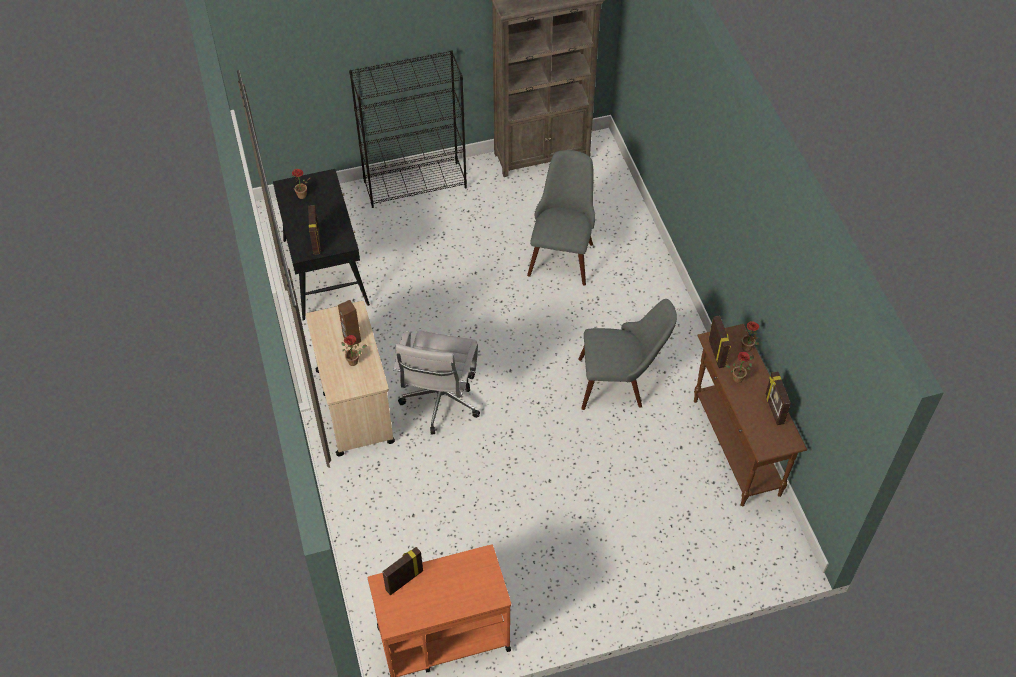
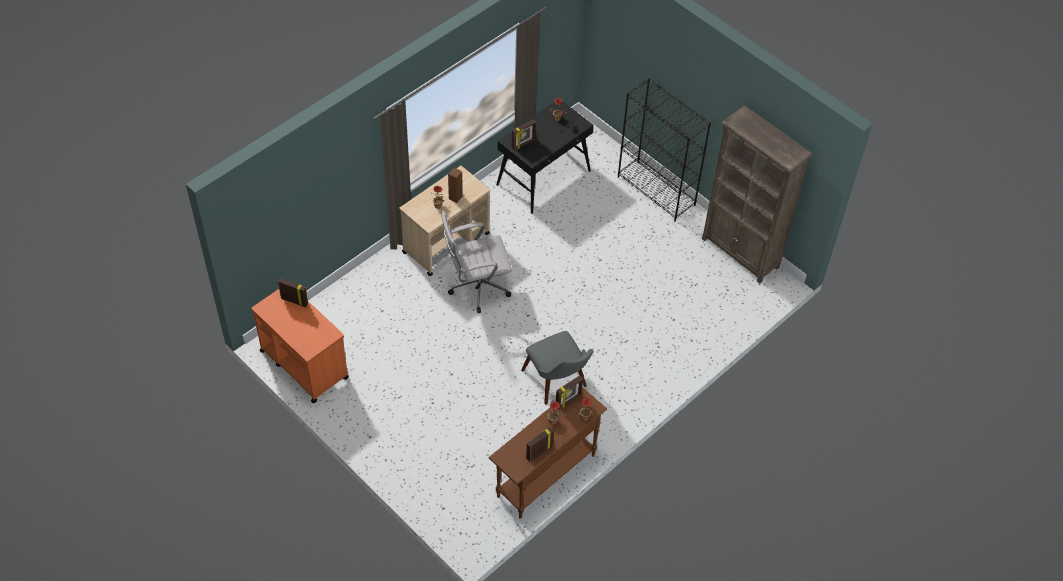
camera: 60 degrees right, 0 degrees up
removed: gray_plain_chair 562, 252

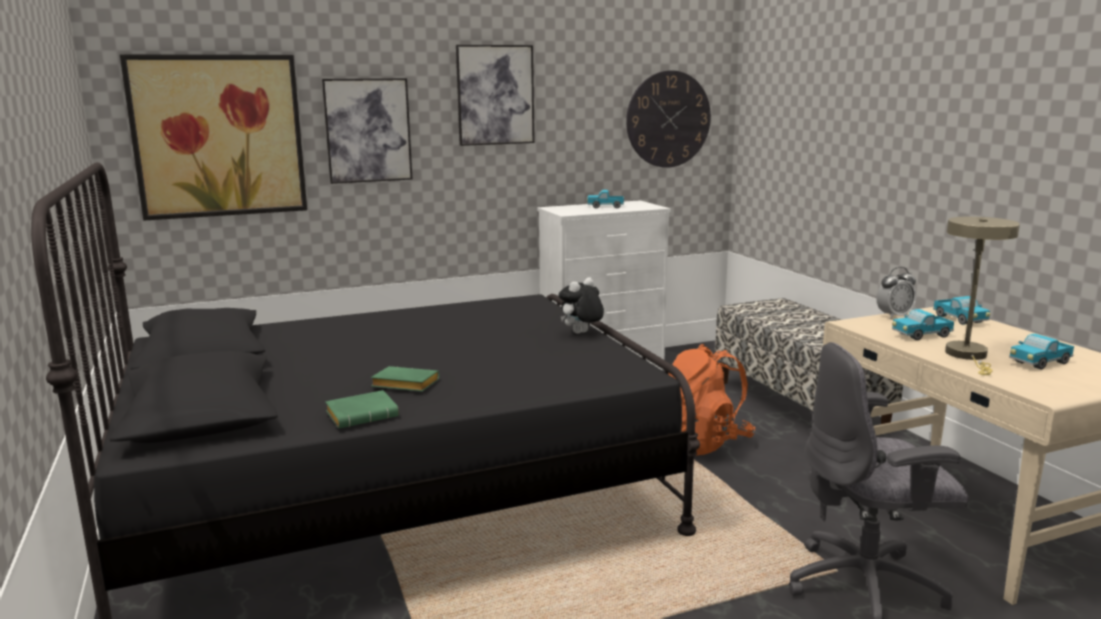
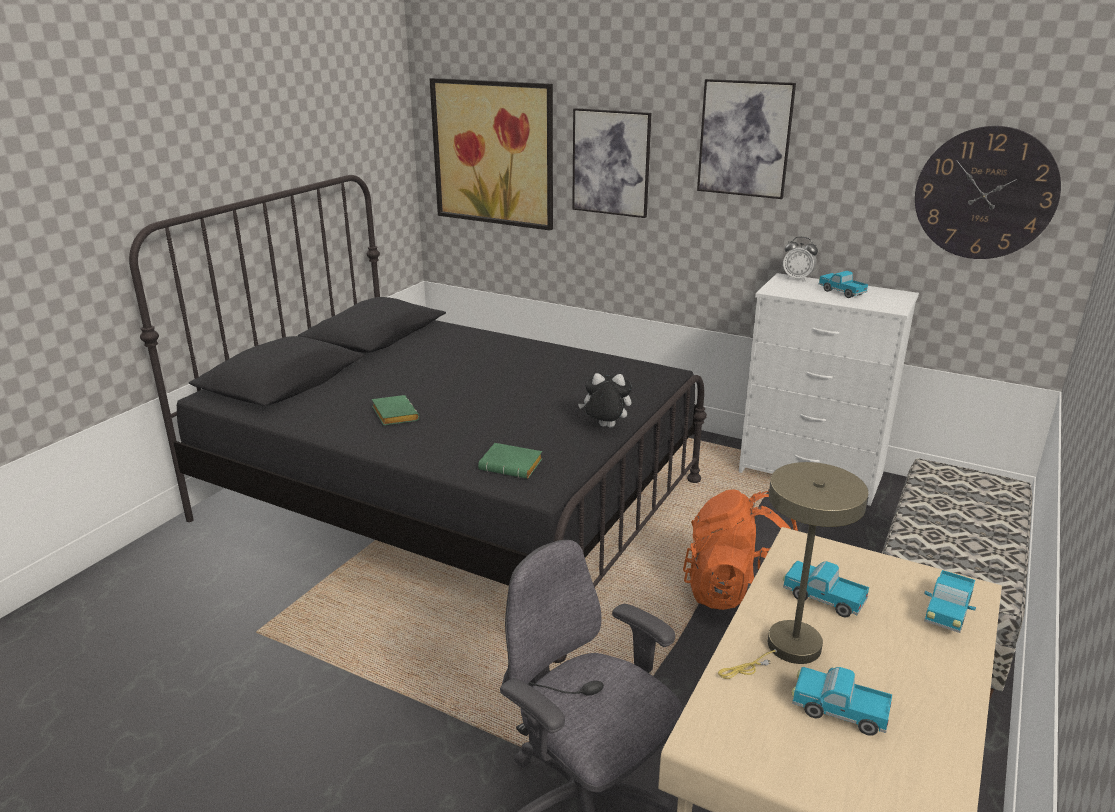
camera: 50 degrees right, 10 degrees up
moved: bedside_clock 894, 316 to 797, 279; greenish_bound_book 363, 415 to 513, 465

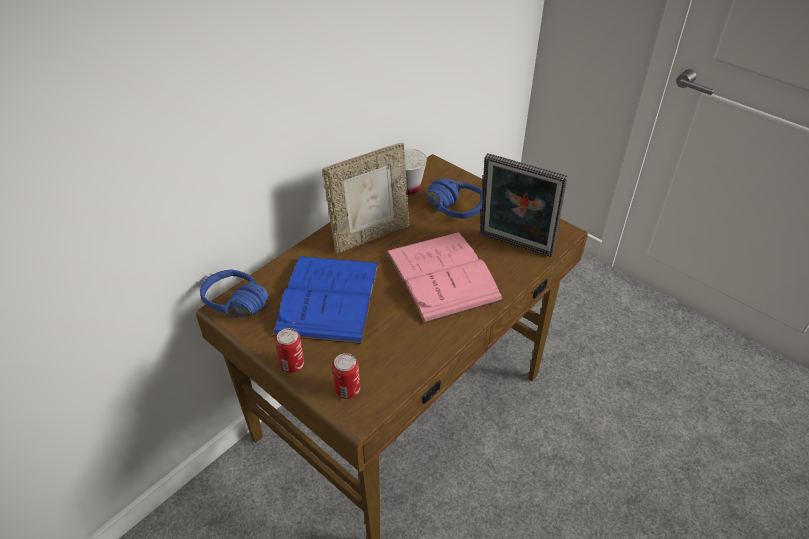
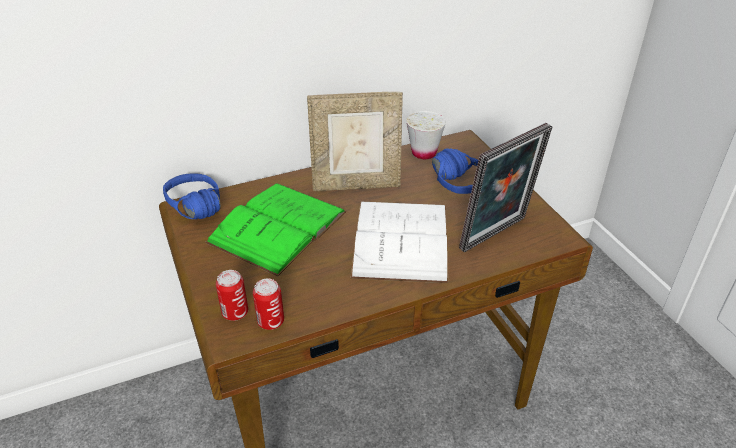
camera: 25 degrees right, 5 degrees down
moved: sealed_can 292, 364 to 271, 321
recoloured: pink_bound_book 442, 275 to white_bound_book 401, 240; blue_bound_book 328, 298 to greenish_bound_book 277, 227
turned: photo_frame 514, 246 = 496, 236 90 degrees counterclockwise

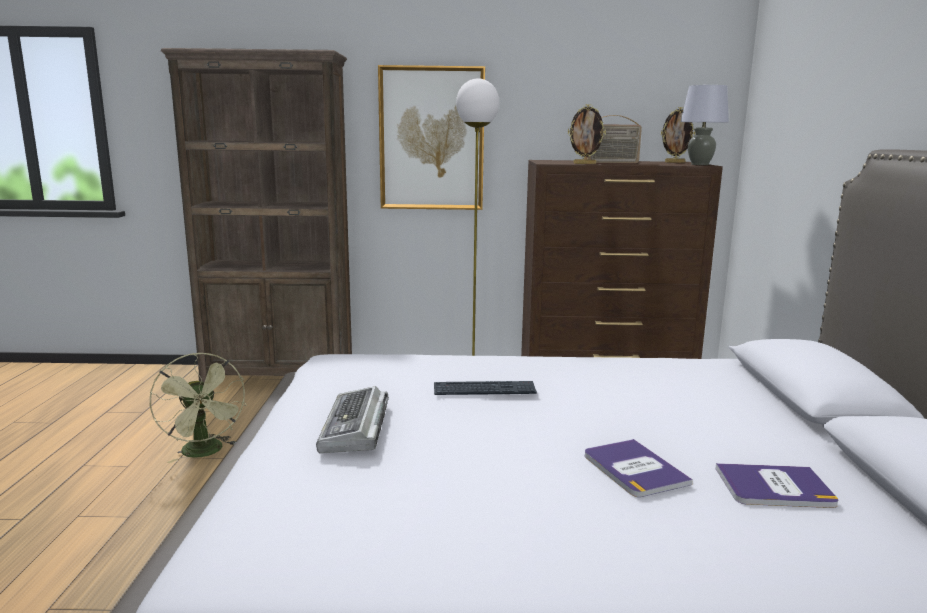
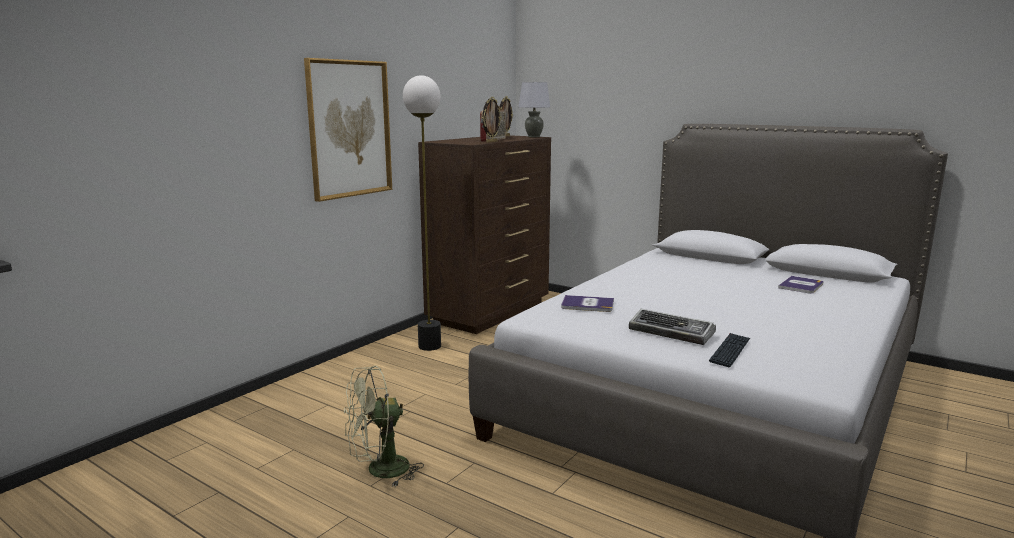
camera: 55 degrees left, 0 degrees up
removed: brown-coloured_bookshelf 280, 377
moved: PC_keyboard 484, 390 to 730, 351; bound_book 634, 469 to 587, 304
turned: greenish_cooling_fan 206, 452 = 379, 471 150 degrees clockwise

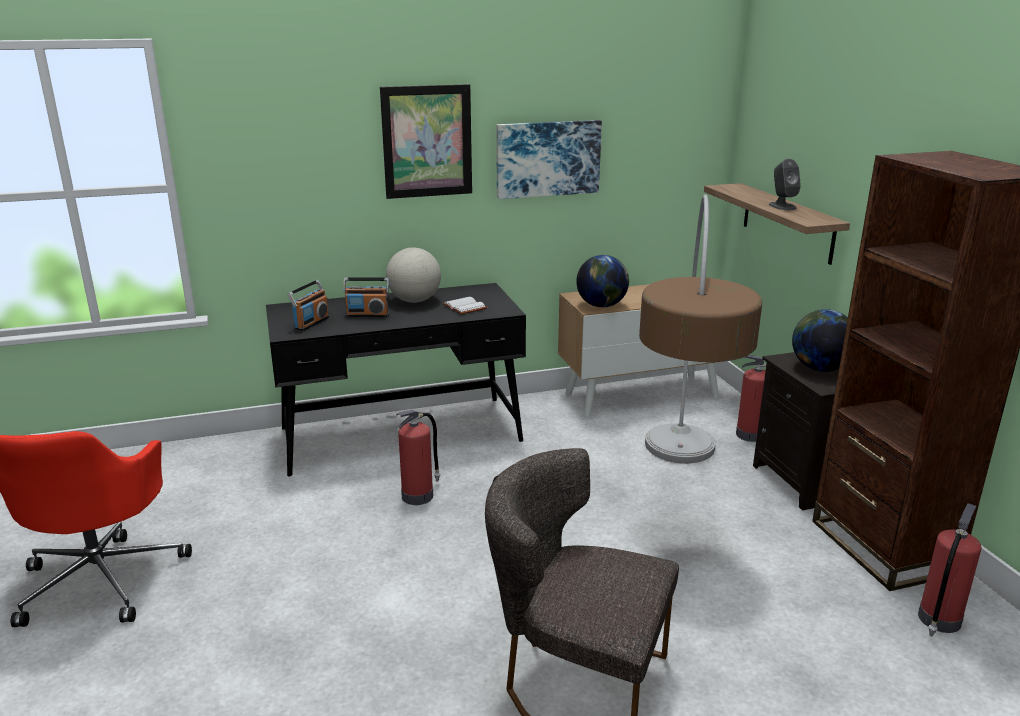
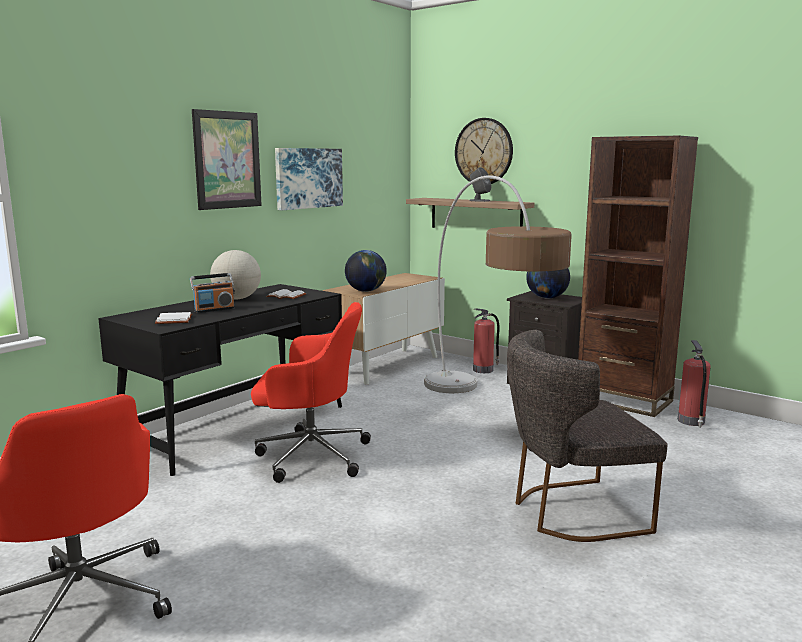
camera: 35 degrees left, 10 degrees down
added: hanging_clock 484, 151
replaced: radio_set 311, 323 to white_bound_book 173, 320; fire-fighting_cylinder 419, 495 to red_computer_chair 310, 455

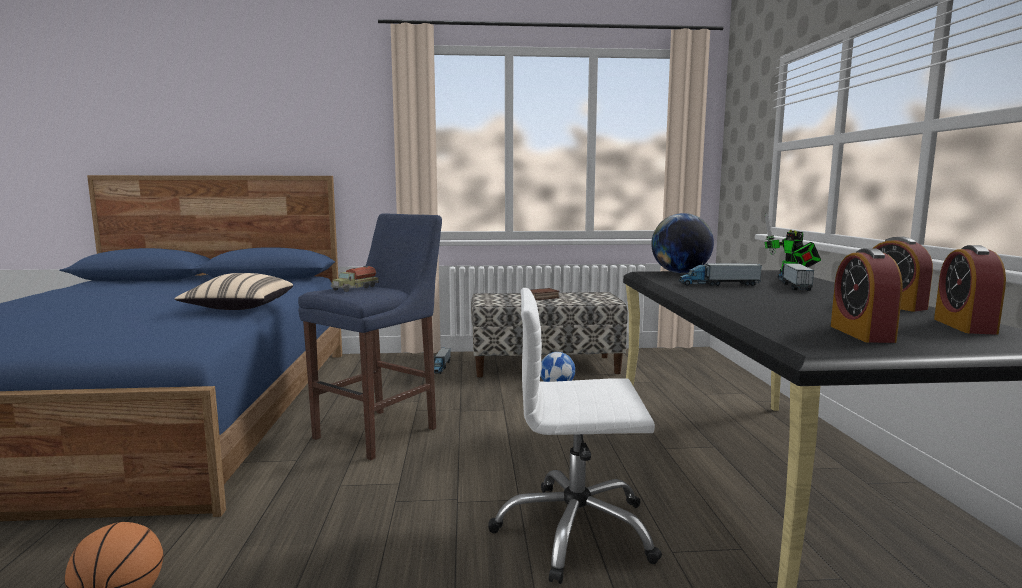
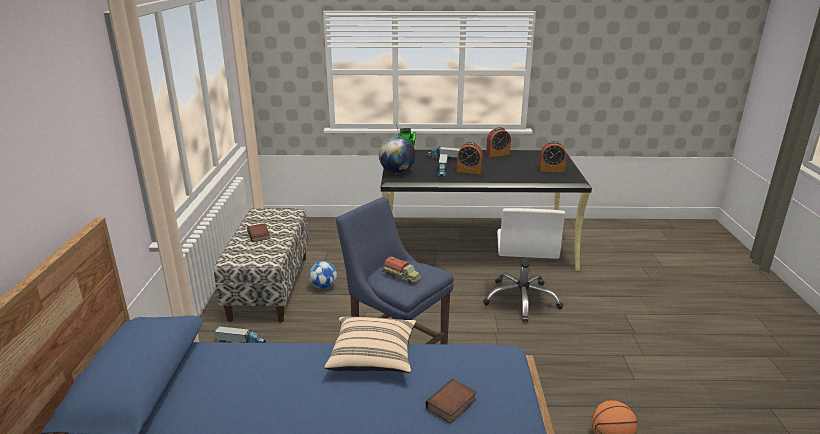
camera: 85 degrees left, 15 degrees up
added: bound_book 452, 405
moved: bedside_clock 964, 326 to 469, 171

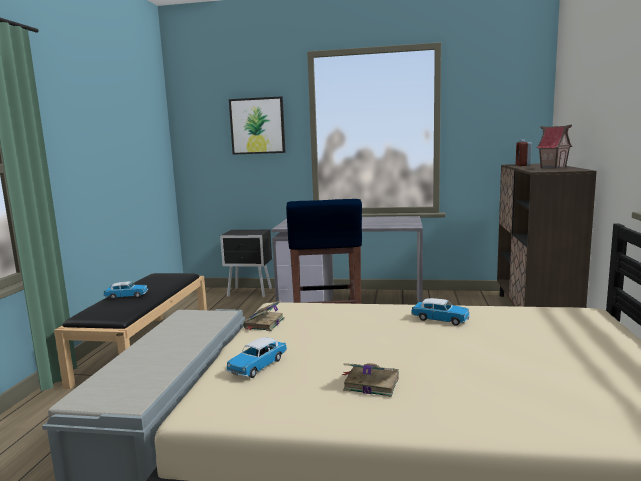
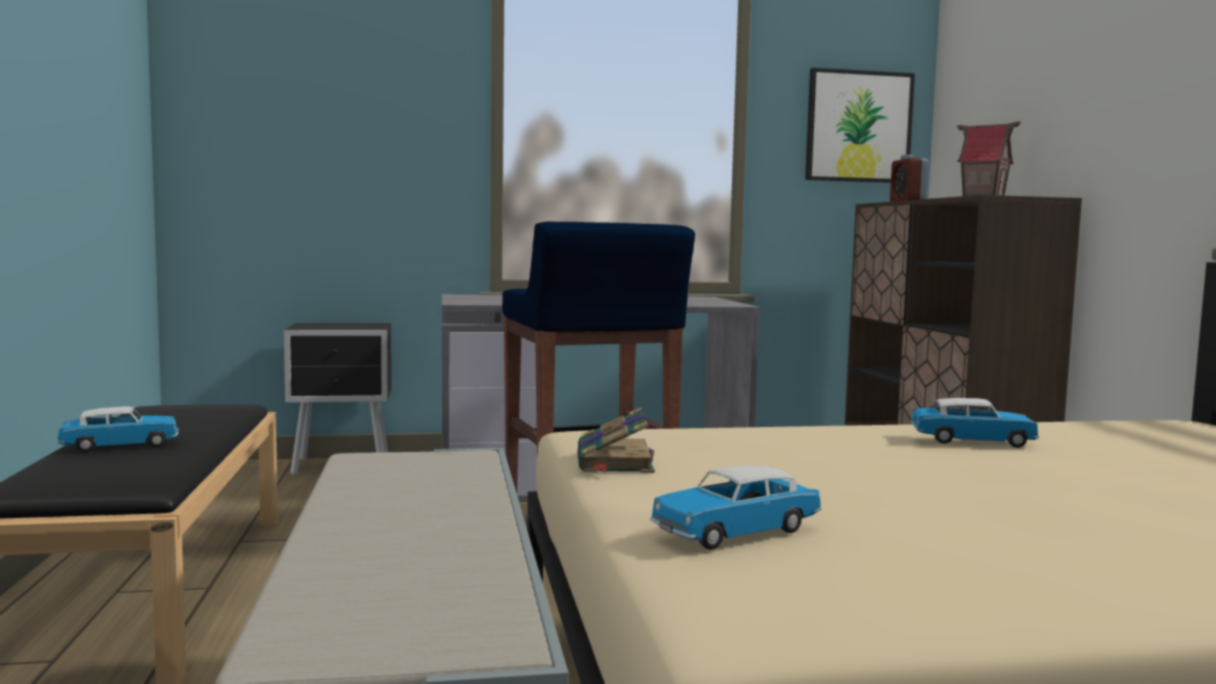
camera: 20 degrees left, 5 degrees down
removed: bound_book 370, 384
moved: wall_art 257, 126 to 858, 127
turned: toy_car 257, 366 = 735, 531 45 degrees clockwise

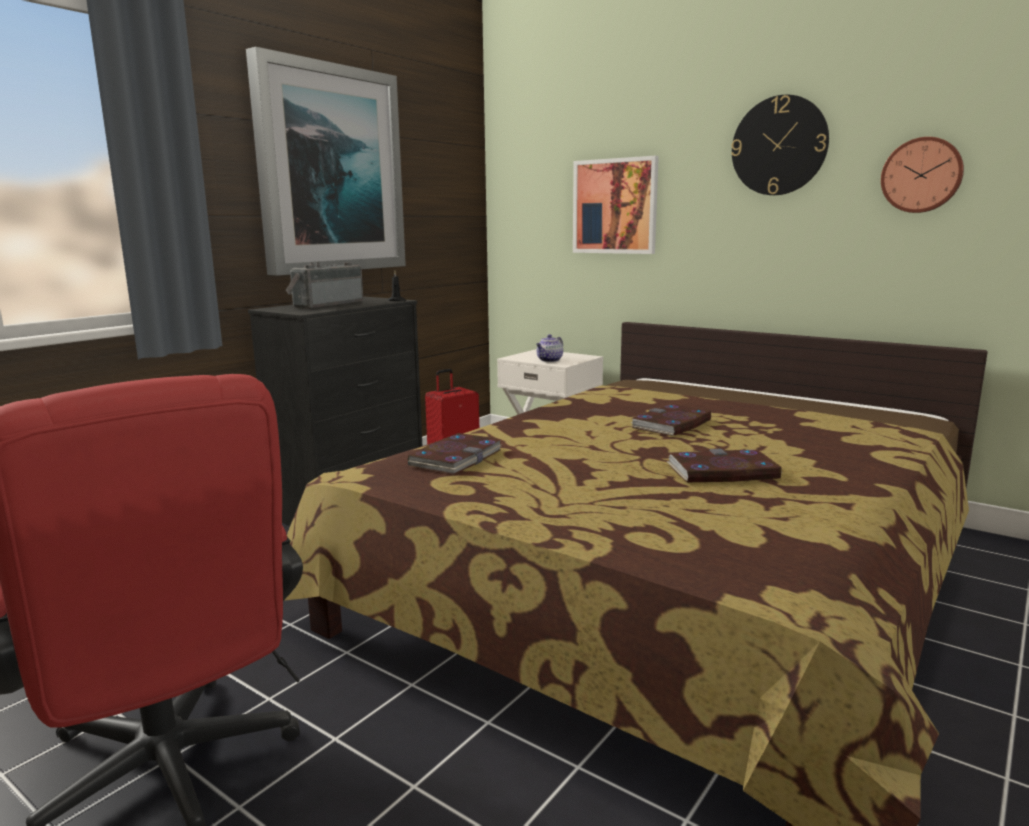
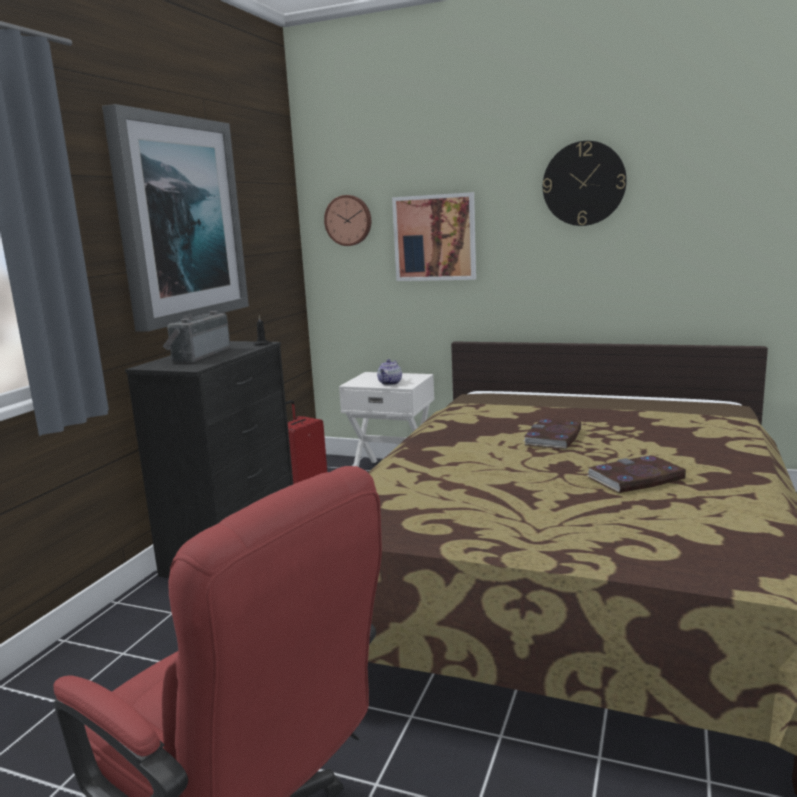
camera: 15 degrees left, 0 degrees up
removed: bound_book 456, 458
moved: hanging_clock 921, 175 to 348, 220

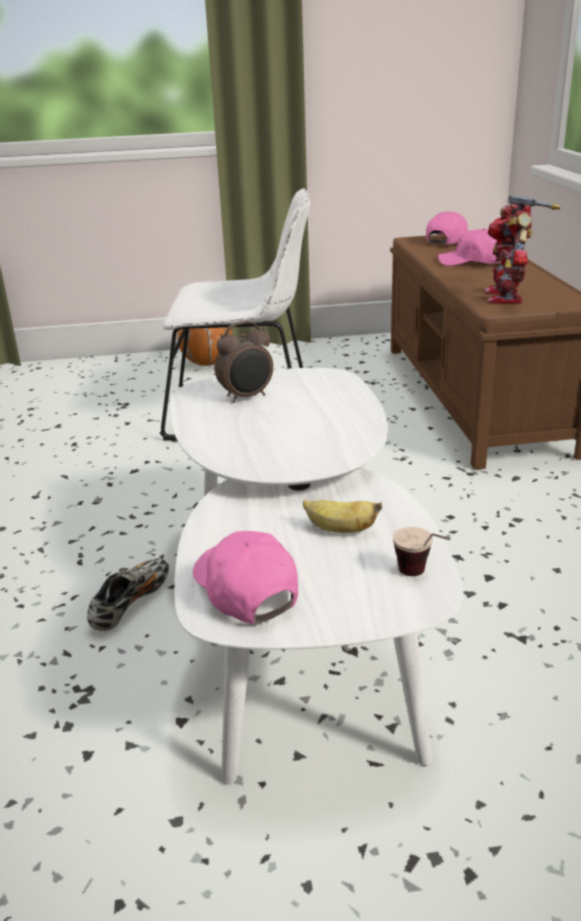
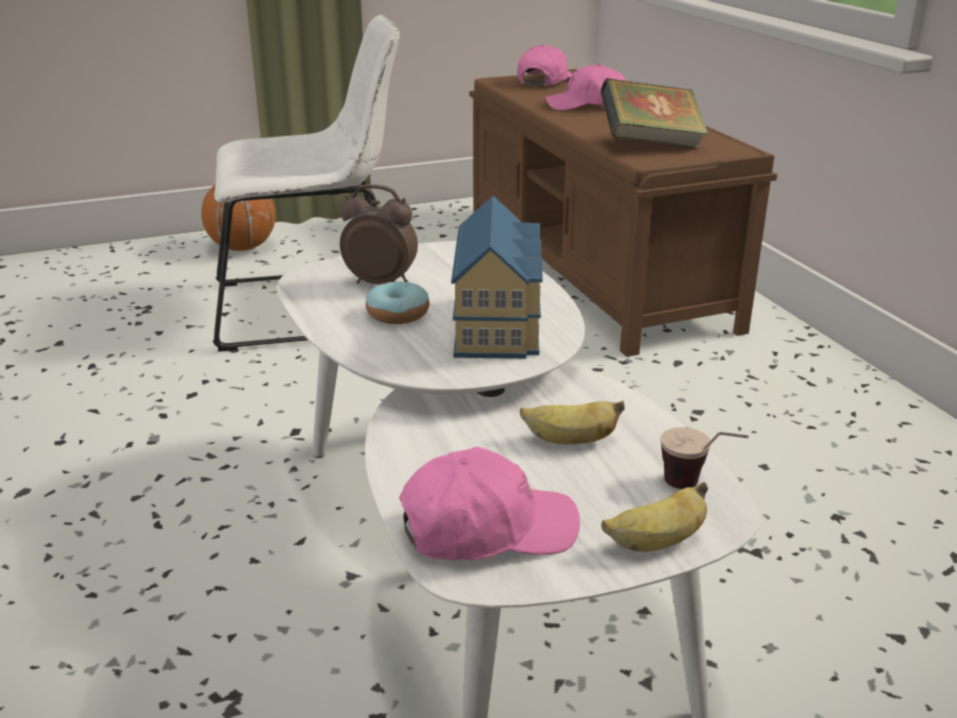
camera: 15 degrees left, 0 degrees up
removed: item_of_footwear 131, 603
added: toy_house 500, 324; ring_doughnut 398, 314; banana 656, 543
replaced: robot_figure 507, 296 to bound_book 650, 144
turned: bedside_clock 247, 397 = 381, 283 120 degrees counterclockwise; pink_baseball_cap 245, 588 = 487, 529 120 degrees clockwise

